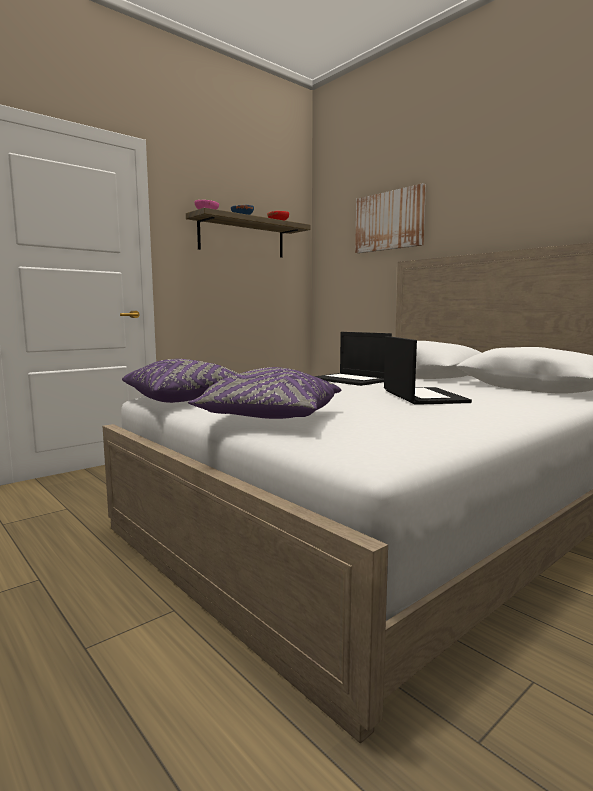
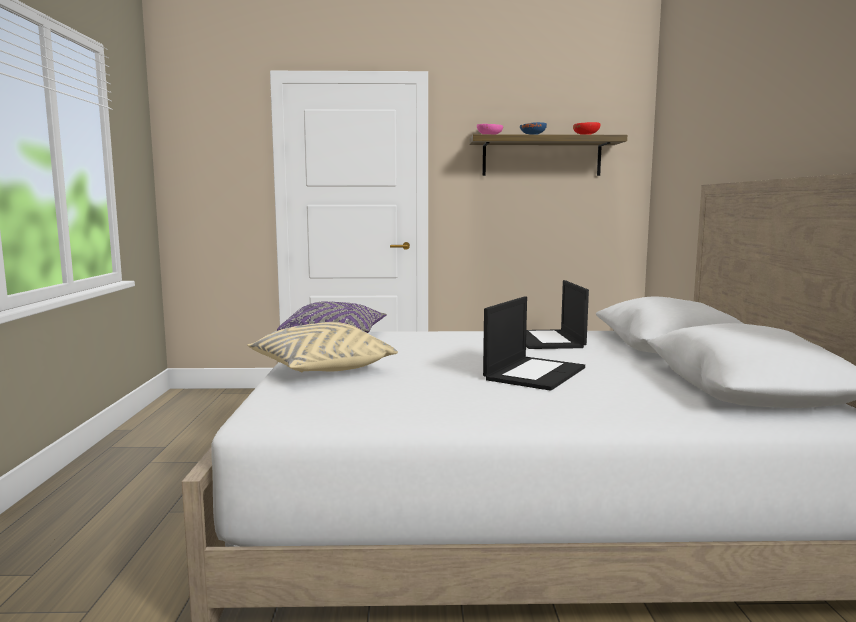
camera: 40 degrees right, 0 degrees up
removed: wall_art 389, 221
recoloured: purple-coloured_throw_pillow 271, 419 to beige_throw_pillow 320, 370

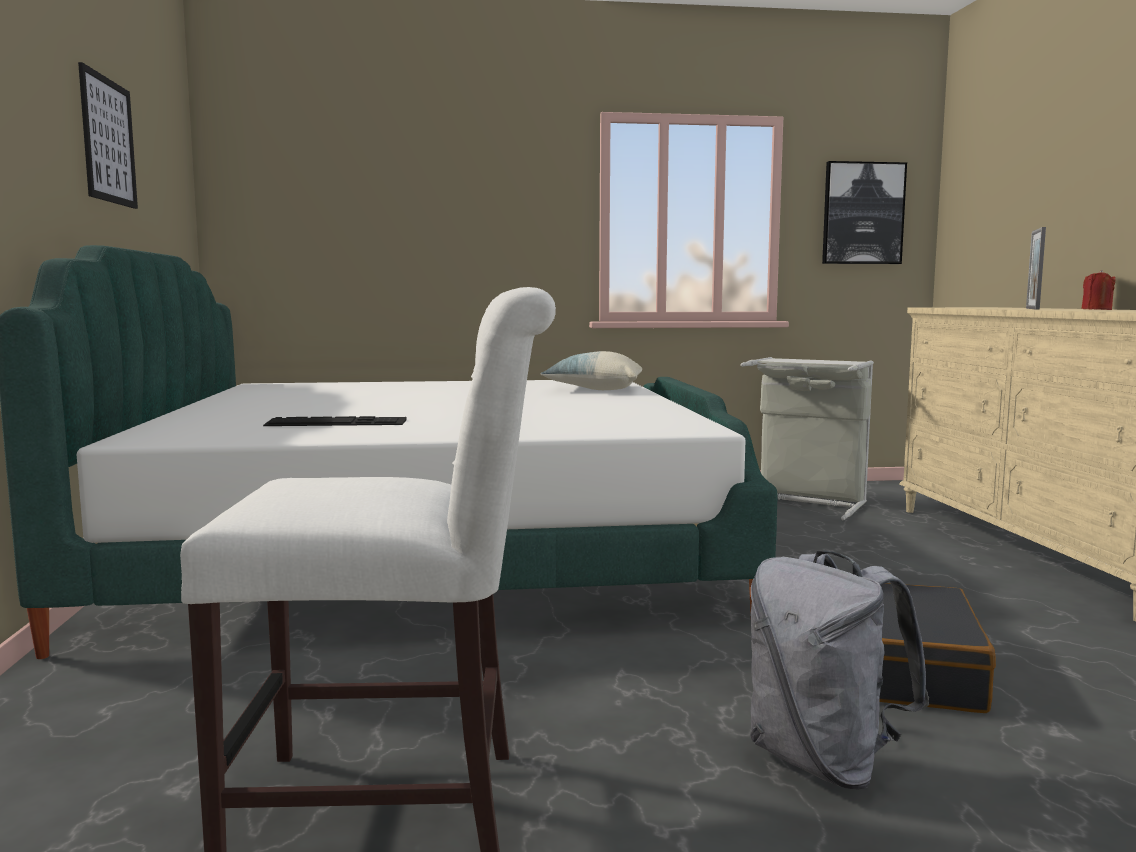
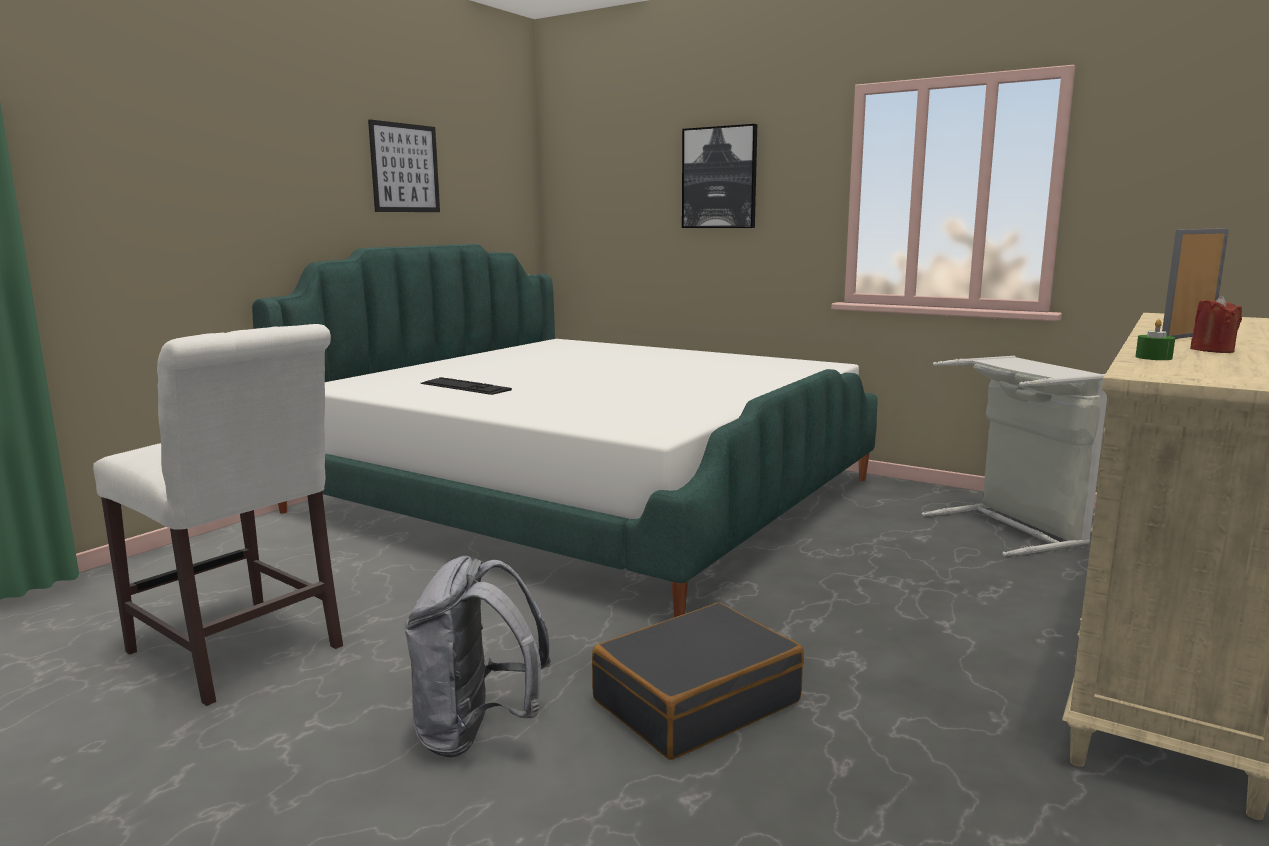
camera: 40 degrees right, 5 degrees up
removed: throw_pillow 594, 389
added: greenish_wax_light 1153, 357
moved: wall_art 862, 213 to 719, 178

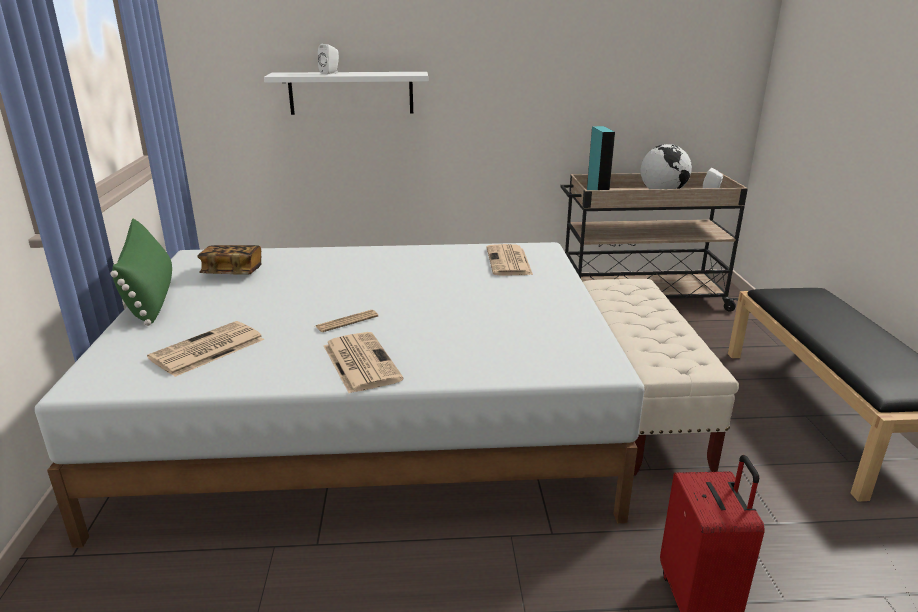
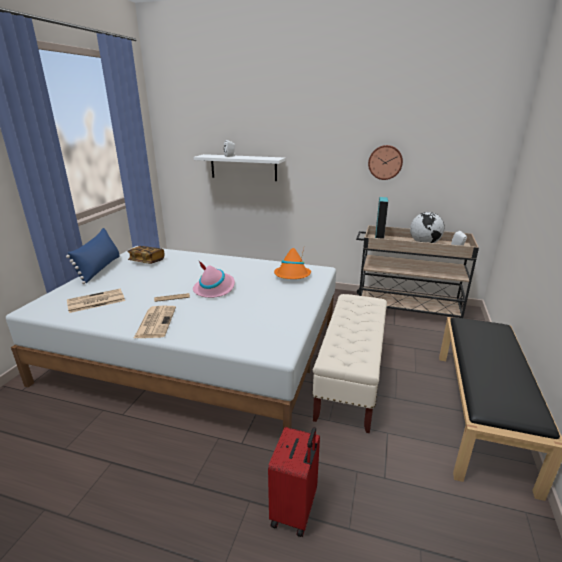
camera: 20 degrees right, 0 degrees up
added: hanging_clock 385, 162; pink_hat 214, 288
replaced: printed_paper 509, 261 to orange-coloured_hat 292, 276
recoloured: greenish_throw_pillow 151, 296 to blue_throw_pillow 99, 269

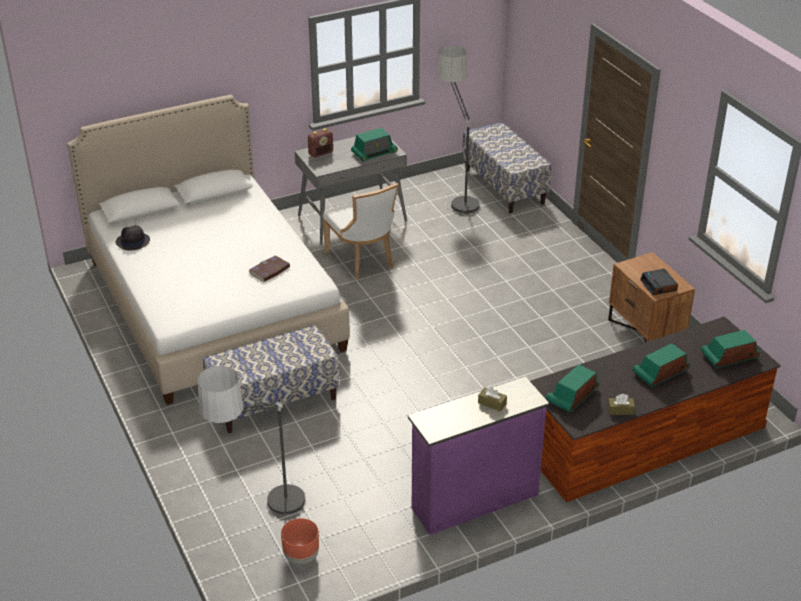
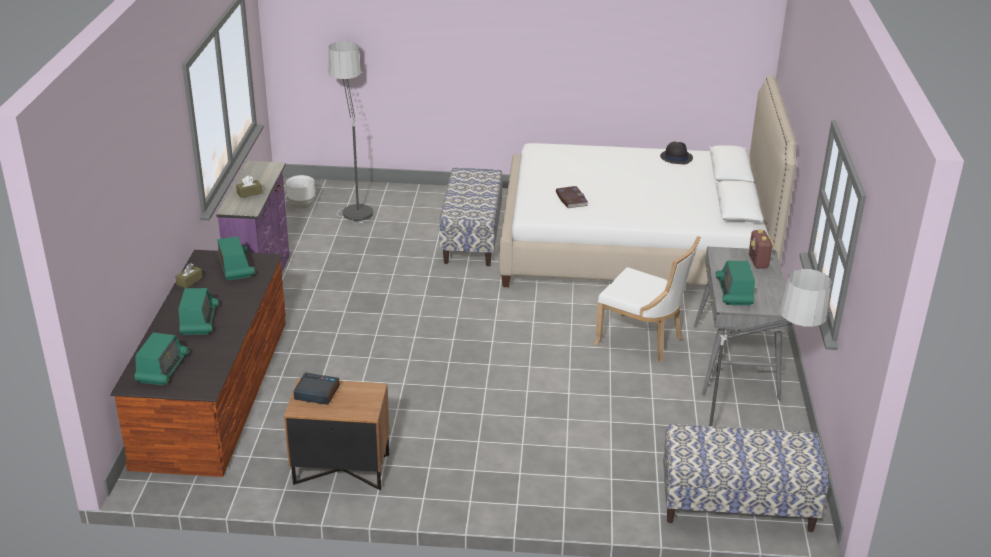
camera: 120 degrees right, 5 degrees down
recoloured: brown-coloured_plant_pot 301, 558 to white_plant_pot 302, 206
turned: white_plain_chair 362, 260 = 643, 340 150 degrees counterclockwise

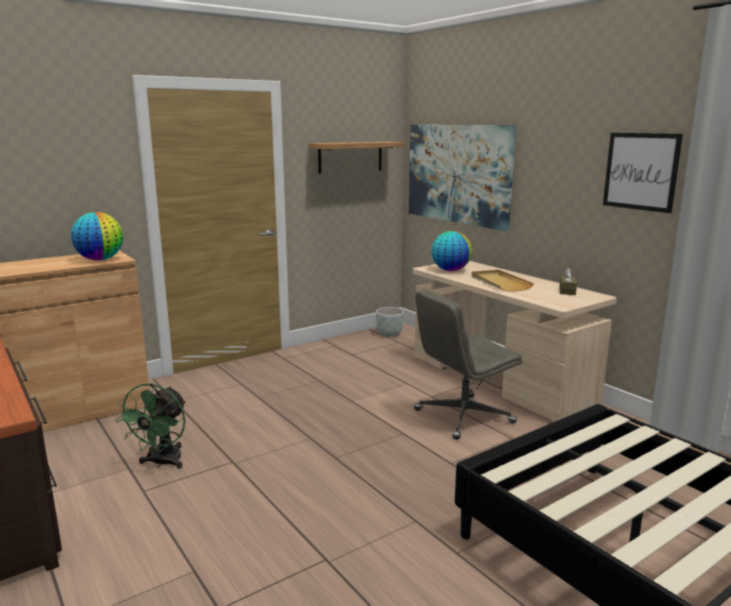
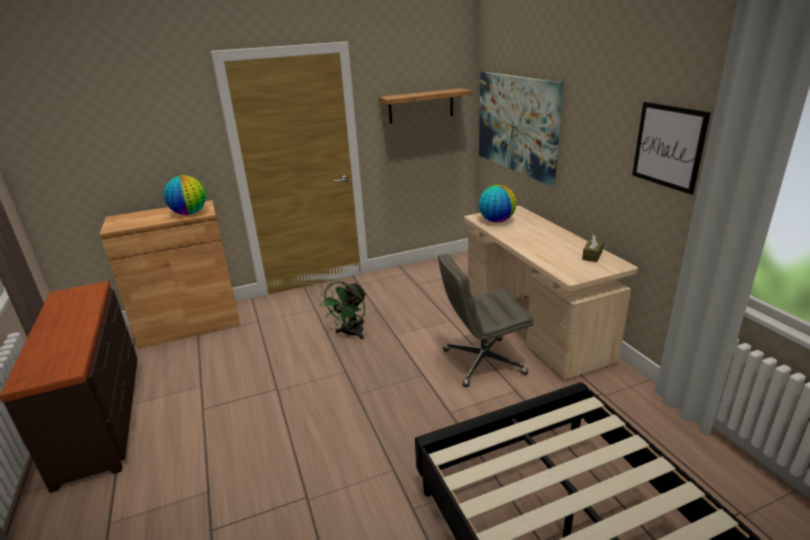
camera: 15 degrees right, 10 degrees up
removed: beige_tray 499, 283; gray_plant_pot 390, 334
moved: greenish_cooling_fan 162, 463 to 350, 334

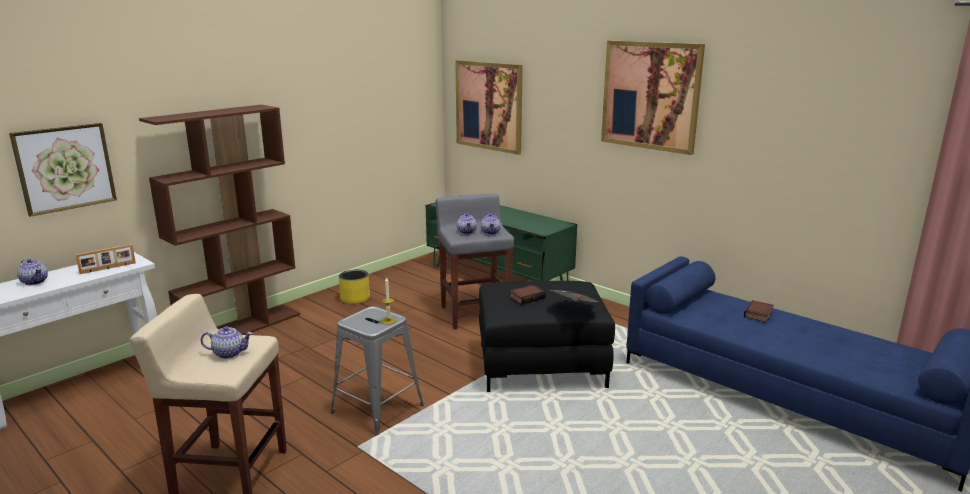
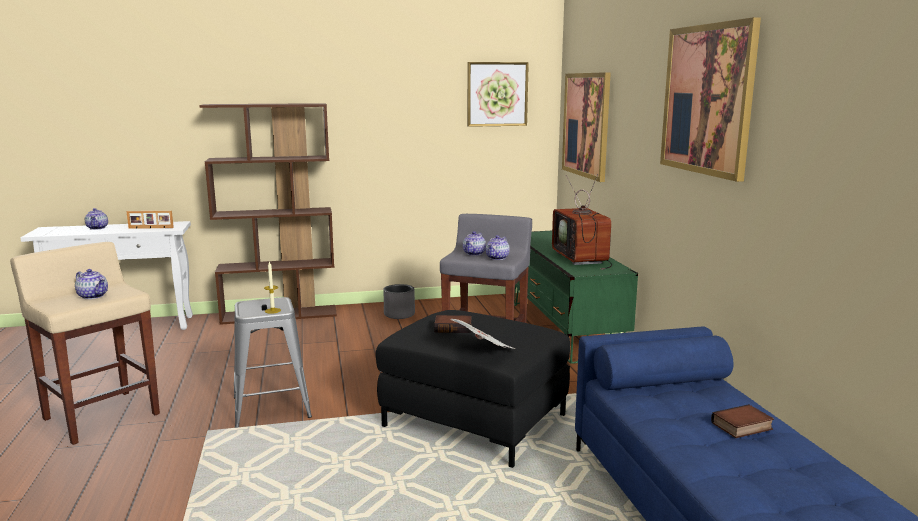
camera: 35 degrees right, 5 degrees down
added: television 582, 259
moved: wall_art 65, 168 to 497, 94
recoloured: yellow_plant_pot 355, 298 to gray_plant_pot 399, 314

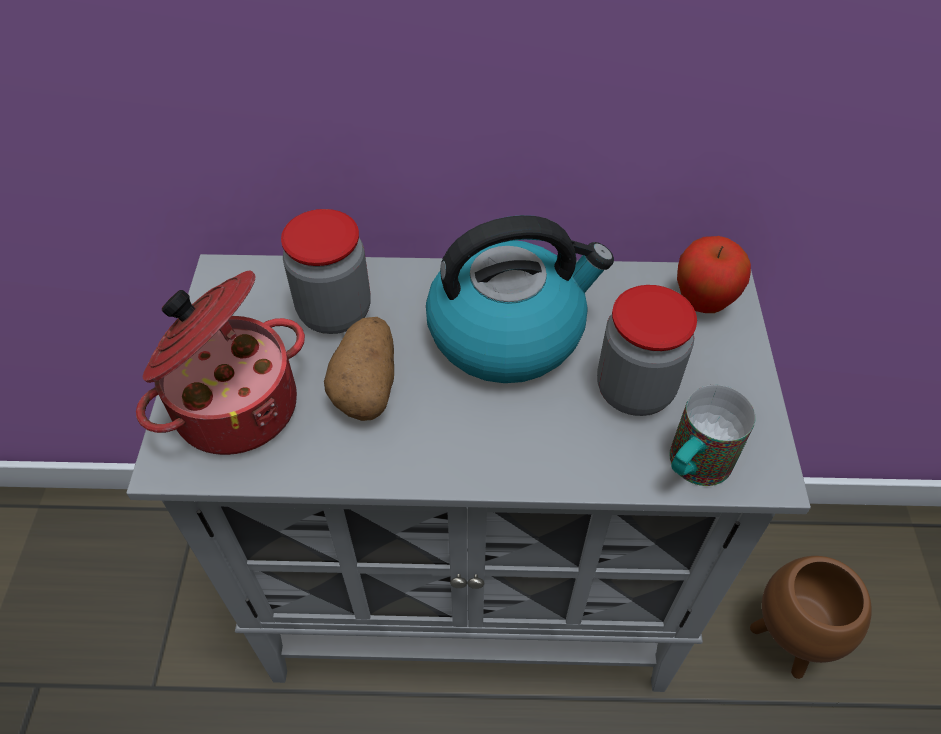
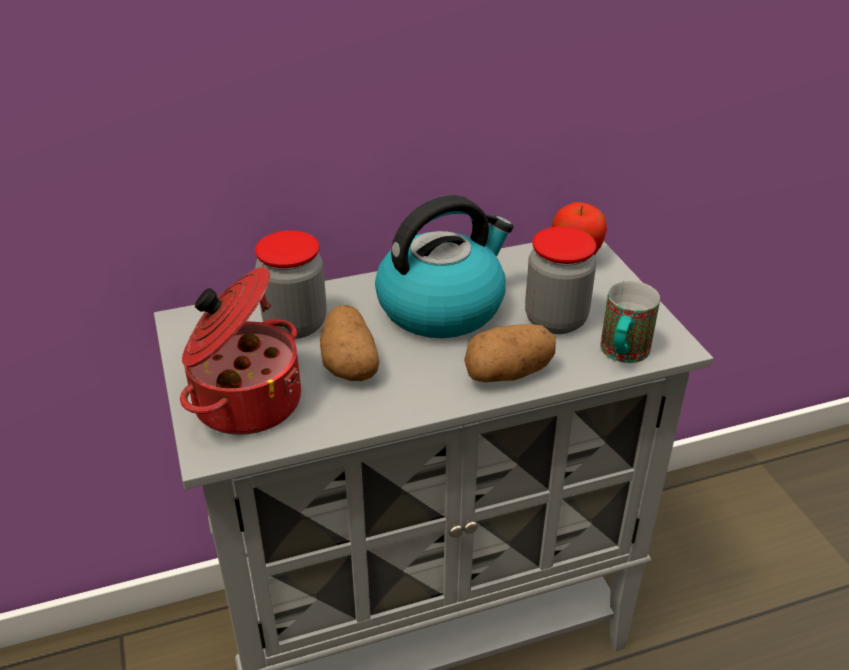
camera: 20 degrees left, 15 degrees down
removed: brown-coloured_plant_pot 786, 642
added: whole_potato 508, 373

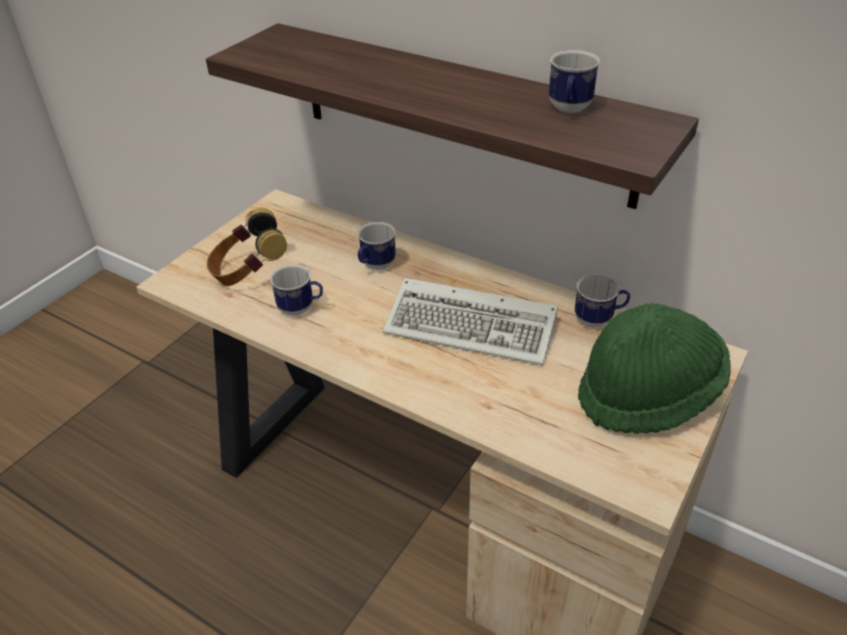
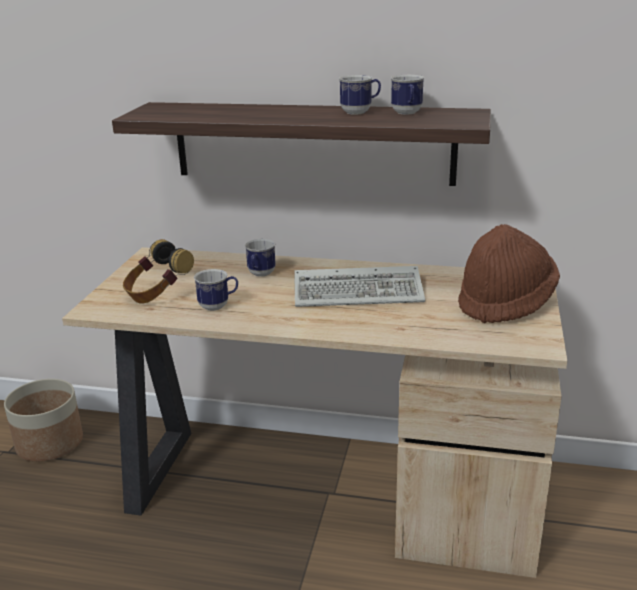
camera: 20 degrees left, 15 degrees down
added: plant_pot 49, 443
moved: coffee_mug 598, 320 to 360, 112
recoloured: greenish_hat 647, 394 to brown-coloured_hat 505, 303

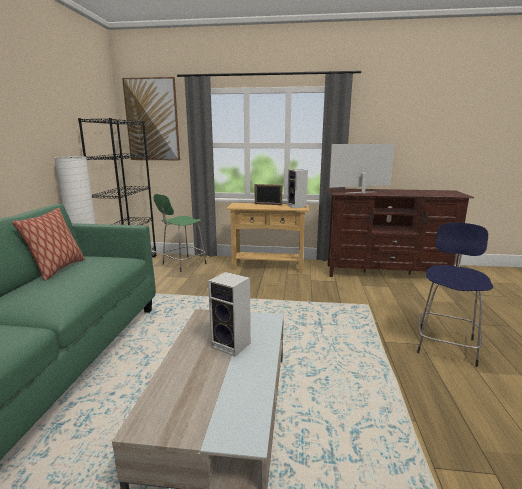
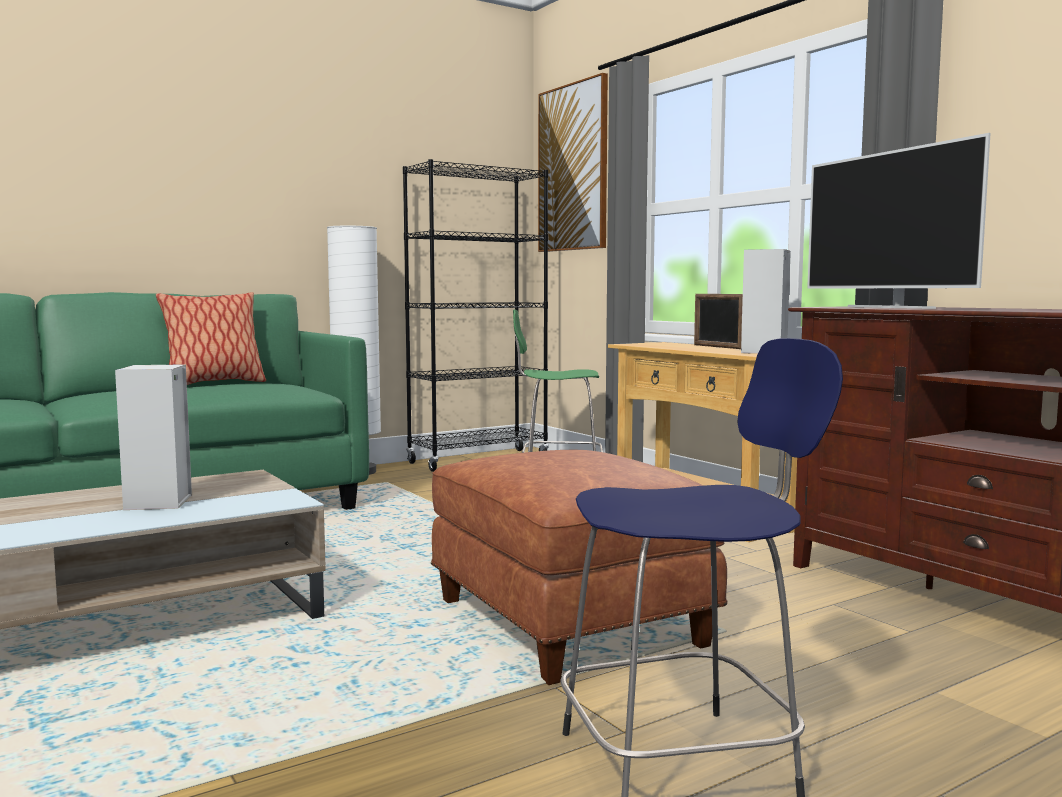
camera: 50 degrees right, 10 degrees down
added: brown-coloured_pouffe 571, 623
turned: television 361, 192 = 890, 307 150 degrees counterclockwise

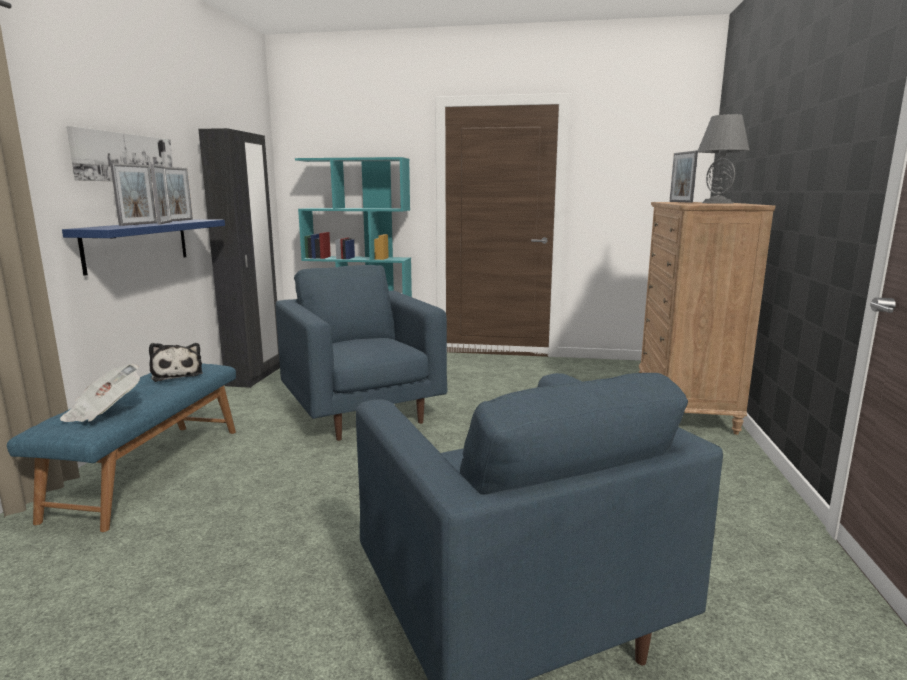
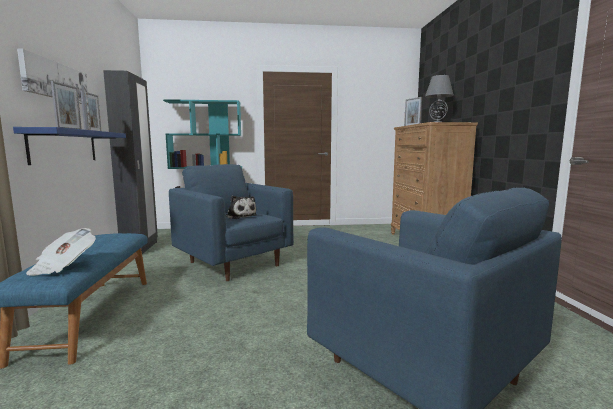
camera: 15 degrees left, 5 degrees down
moved: soft_toy 177, 374 to 240, 216

